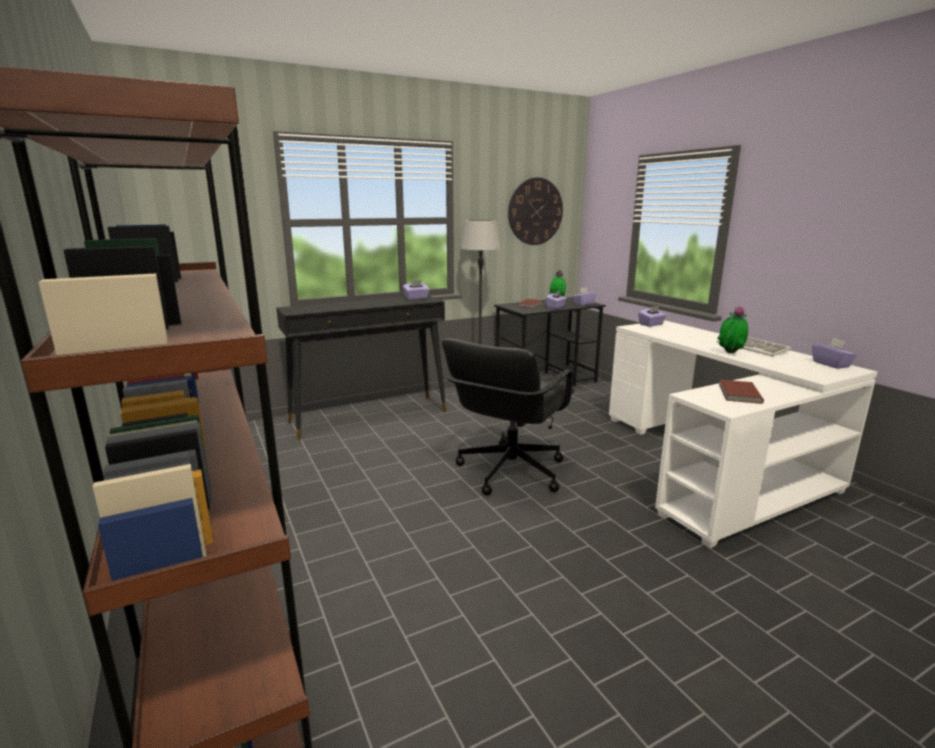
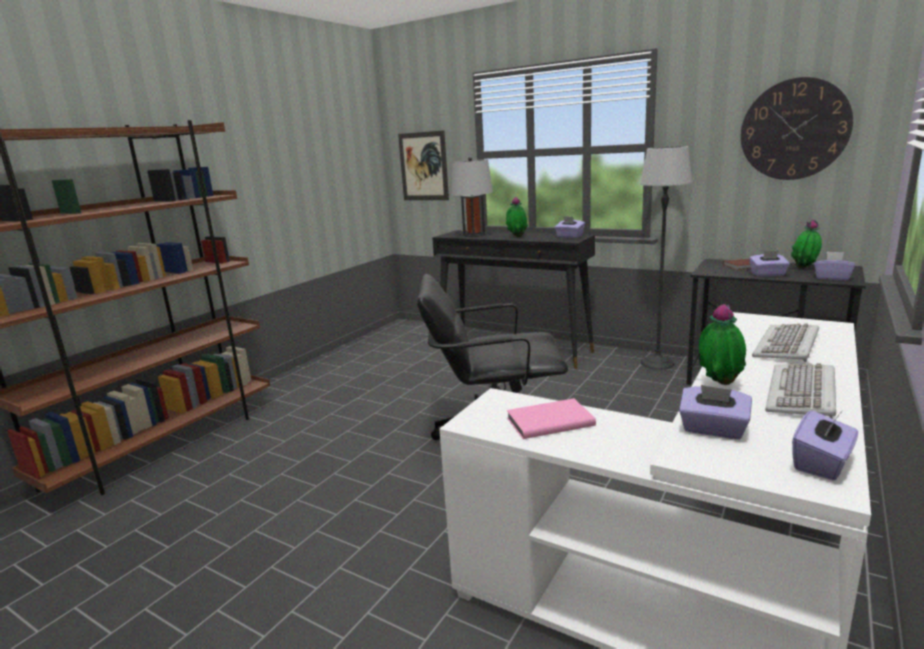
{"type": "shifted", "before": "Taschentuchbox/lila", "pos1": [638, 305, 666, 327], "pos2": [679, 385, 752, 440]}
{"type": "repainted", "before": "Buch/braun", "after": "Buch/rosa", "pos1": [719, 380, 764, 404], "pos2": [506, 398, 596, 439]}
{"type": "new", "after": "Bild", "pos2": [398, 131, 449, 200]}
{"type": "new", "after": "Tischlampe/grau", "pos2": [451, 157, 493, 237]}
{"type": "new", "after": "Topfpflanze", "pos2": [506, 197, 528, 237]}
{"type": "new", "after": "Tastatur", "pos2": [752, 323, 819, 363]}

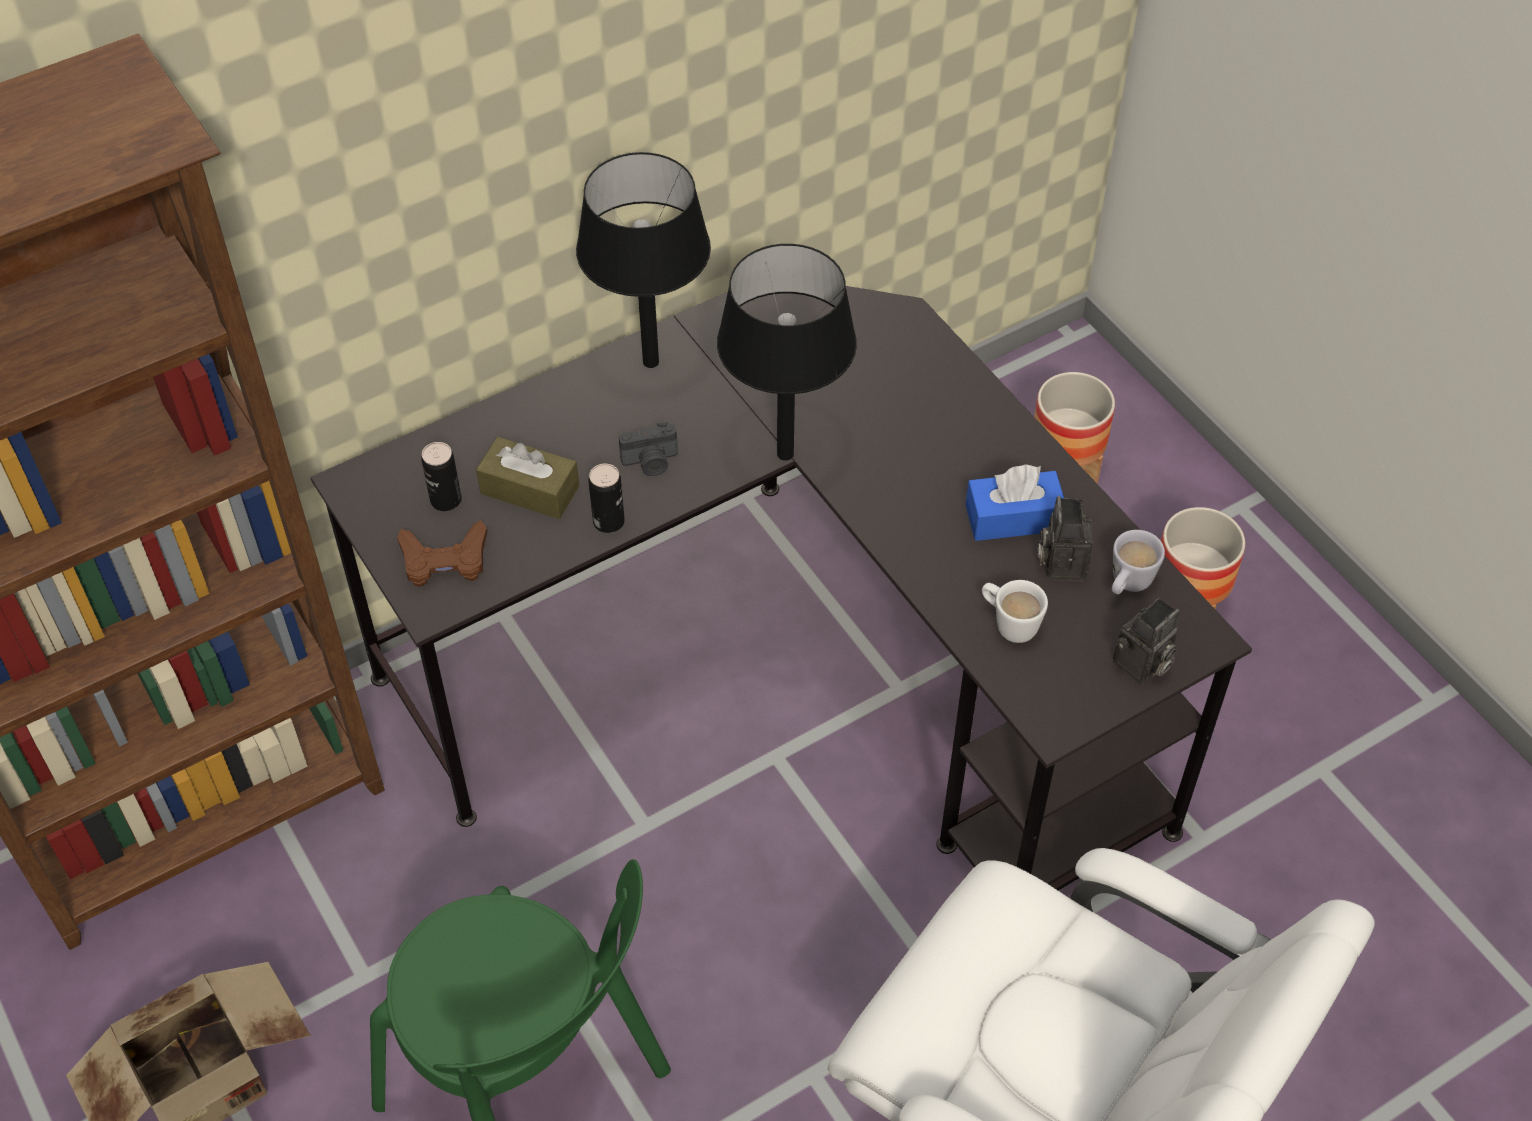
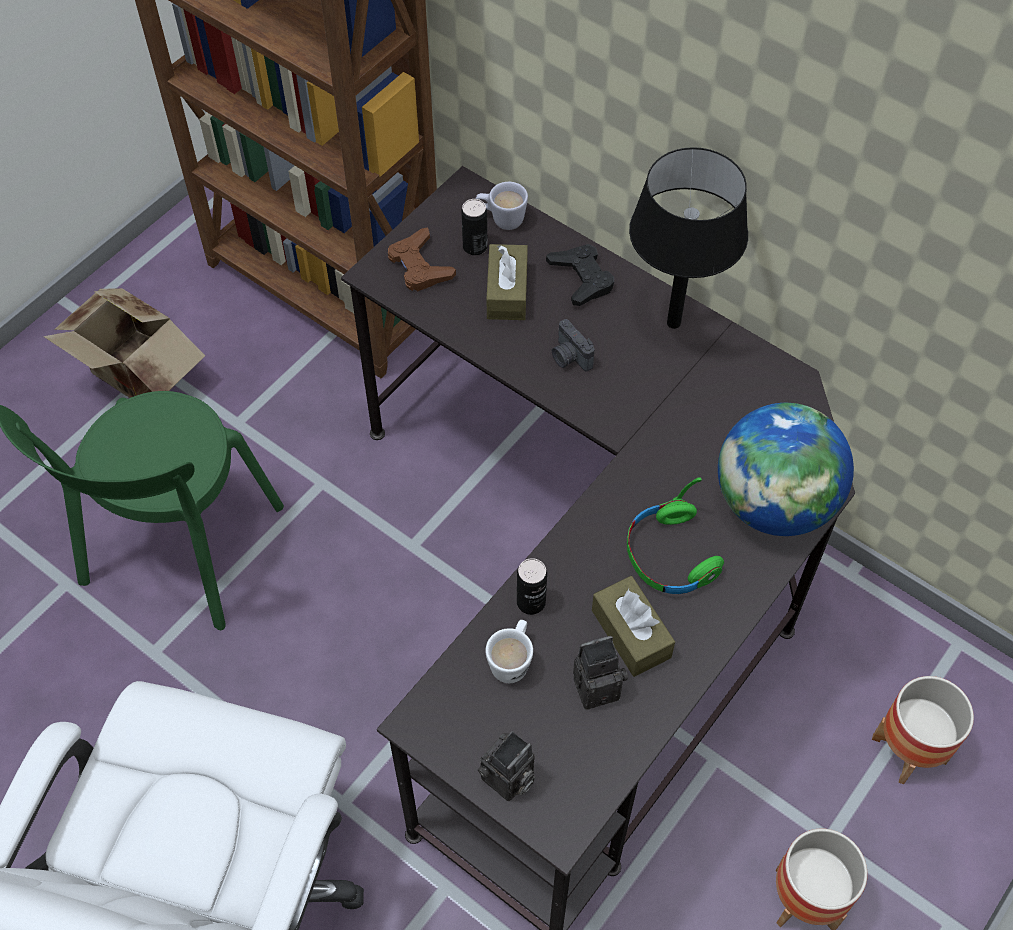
{"type": "gone", "before": "Tischlampe/schwarz", "pos1": [717, 244, 857, 461]}
{"type": "shifted", "before": "Dose", "pos1": [588, 464, 625, 533], "pos2": [517, 558, 547, 615]}
{"type": "repainted", "before": "Taschentuchbox/blau", "after": "Taschentuchbox/braun", "pos1": [965, 464, 1064, 541], "pos2": [592, 576, 675, 677]}
{"type": "shifted", "before": "Henkelbecher/weiß", "pos1": [1112, 530, 1165, 594], "pos2": [476, 182, 528, 230]}
{"type": "rotated", "before": "Kamera", "pos1": [1113, 598, 1180, 685], "pos2": [478, 731, 535, 801], "turn": -75}
{"type": "new", "after": "Gamepad/schwarz", "pos2": [546, 244, 614, 306]}
{"type": "new", "after": "Globus", "pos2": [718, 403, 854, 536]}
{"type": "new", "after": "Kopfhörer/grün", "pos2": [627, 477, 724, 594]}

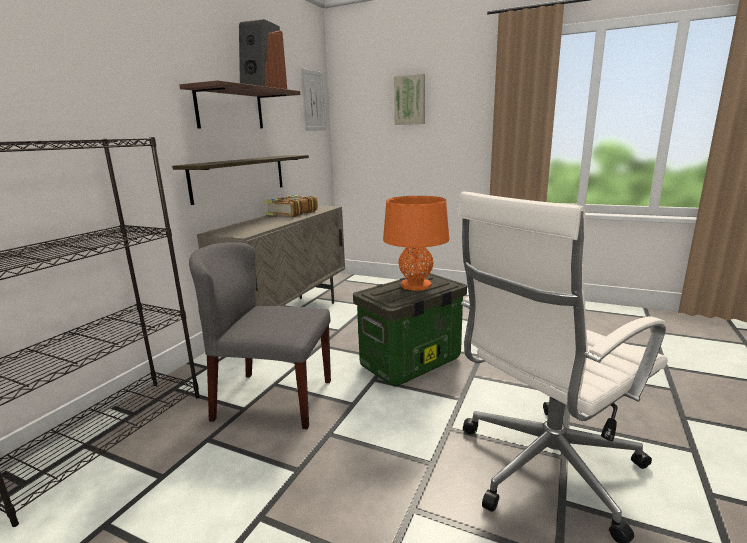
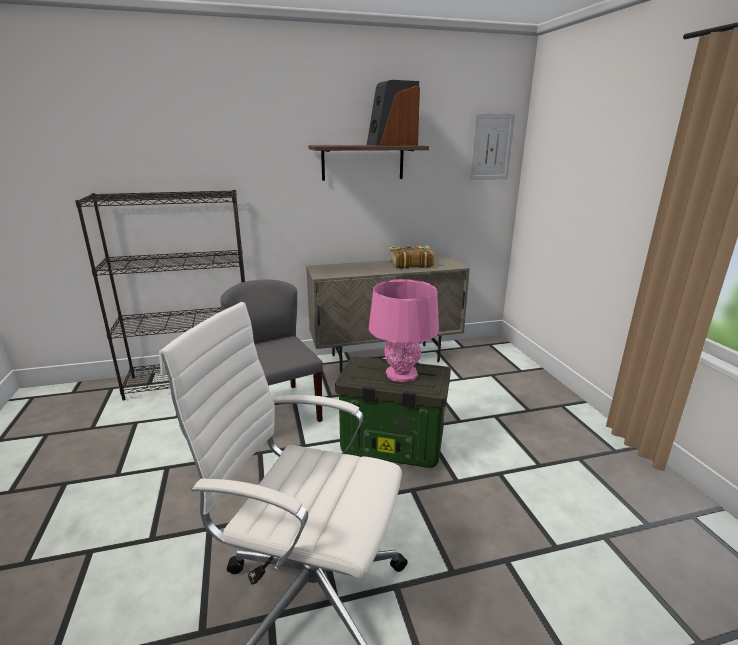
{"type": "gone", "before": "Bild", "pos1": [394, 74, 425, 125]}
{"type": "gone", "before": "Wandregal", "pos1": [172, 155, 309, 205]}
{"type": "repainted", "before": "Tischlampe/orange", "after": "Tischlampe/rosa", "pos1": [383, 196, 449, 291], "pos2": [369, 279, 439, 382]}

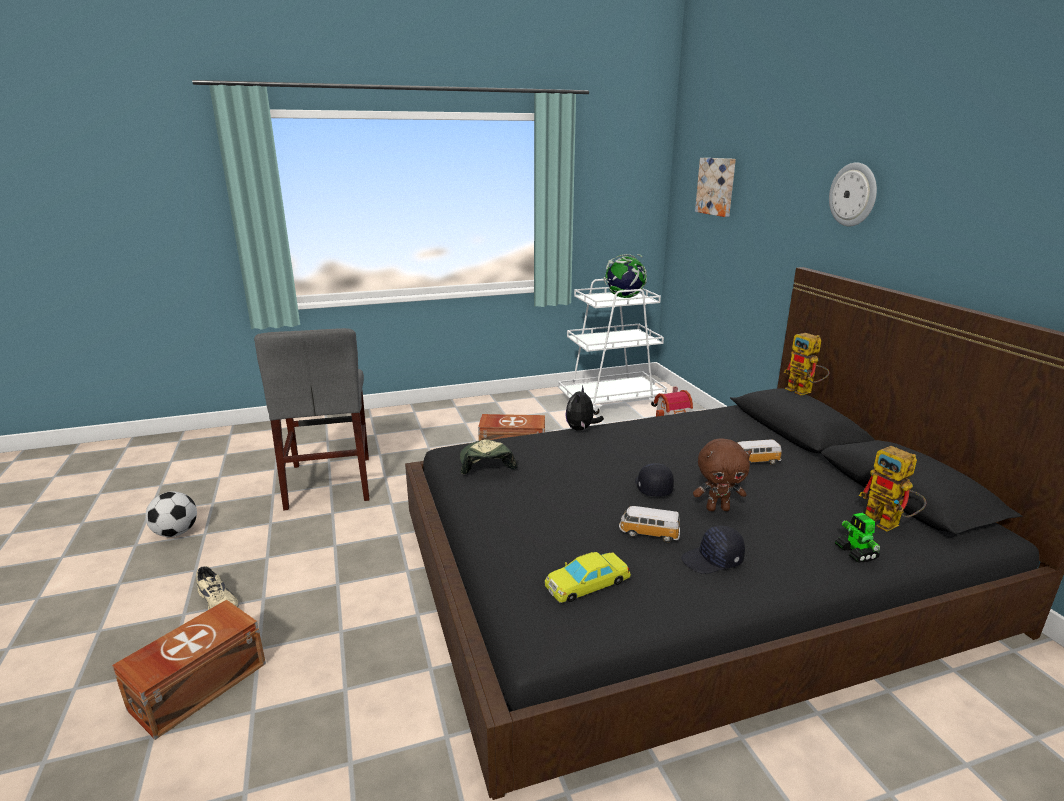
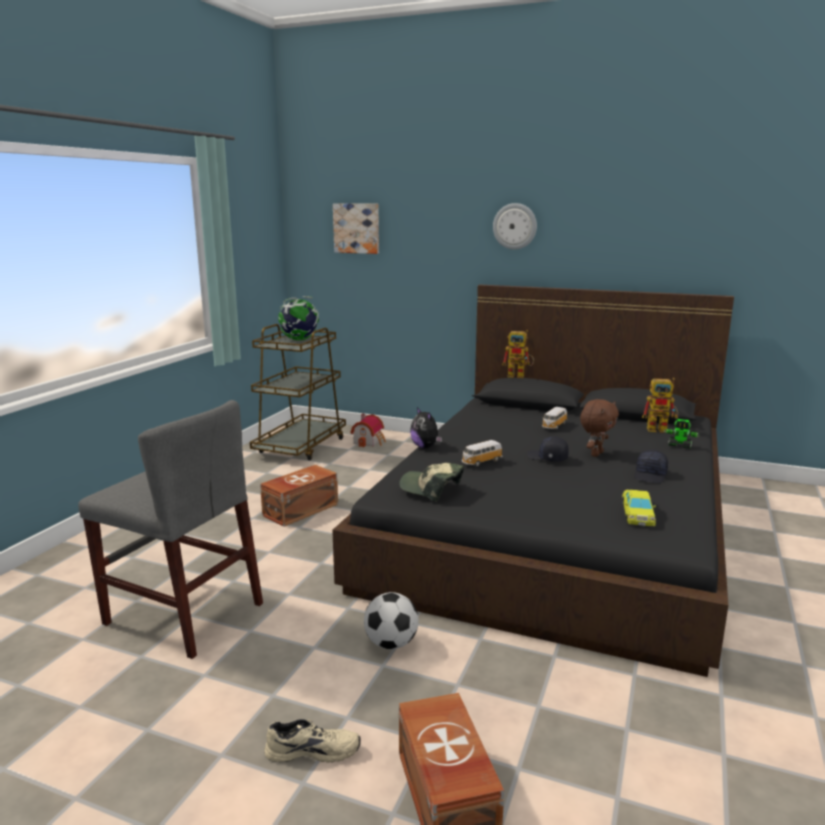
{"type": "repainted", "before": "Rollwagen/weiß", "after": "Rollwagen/braun", "pos1": [558, 279, 667, 415], "pos2": [250, 324, 346, 461]}
{"type": "shifted", "before": "Fußball", "pos1": [145, 492, 197, 537], "pos2": [364, 592, 419, 649]}
{"type": "shifted", "before": "Spielzeugauto", "pos1": [619, 506, 680, 543], "pos2": [462, 440, 502, 467]}

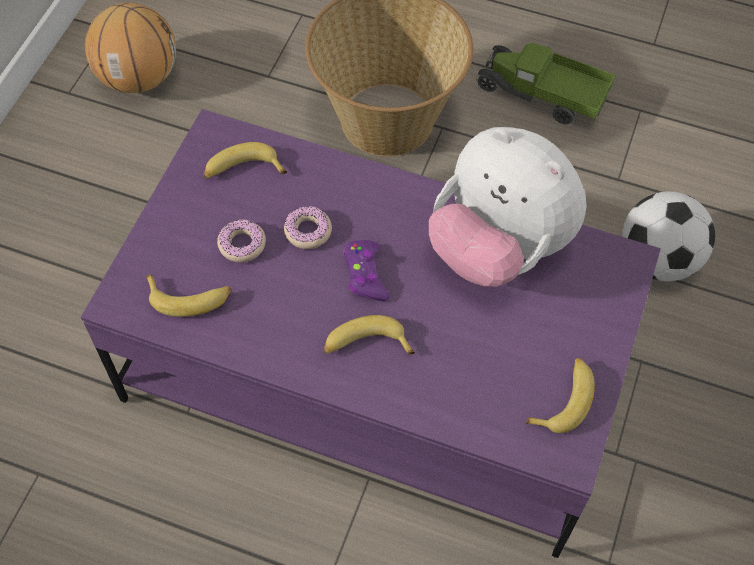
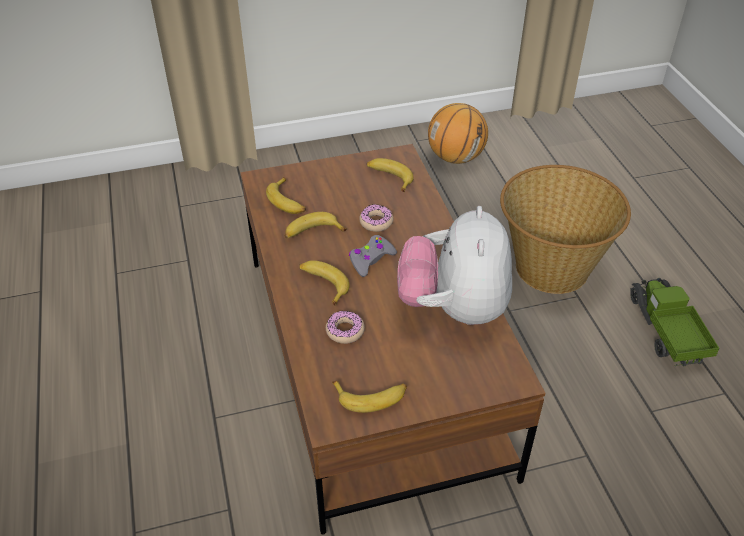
{"type": "repainted", "before": "Couchtisch/lila", "after": "Couchtisch/braun", "pos1": [81, 109, 661, 558], "pos2": [240, 144, 545, 534]}
{"type": "gone", "before": "Fußball", "pos1": [622, 191, 715, 281]}
{"type": "shifted", "before": "Donut", "pos1": [217, 219, 266, 262], "pos2": [326, 311, 365, 344]}
{"type": "repainted", "before": "Gamepad/lila", "after": "Gamepad/grau", "pos1": [344, 240, 389, 301], "pos2": [349, 235, 397, 277]}
{"type": "new", "after": "Banane", "pos2": [285, 212, 347, 239]}

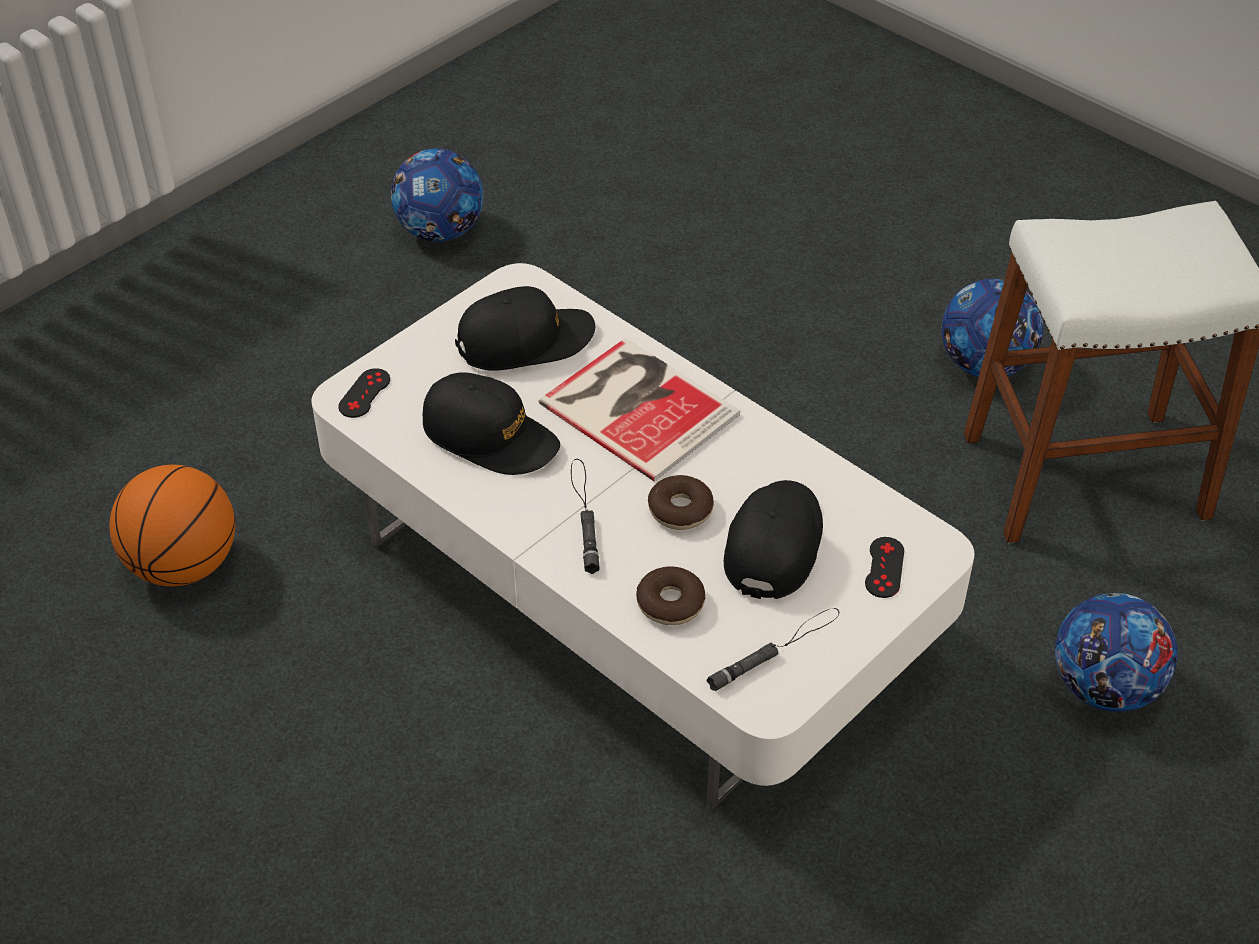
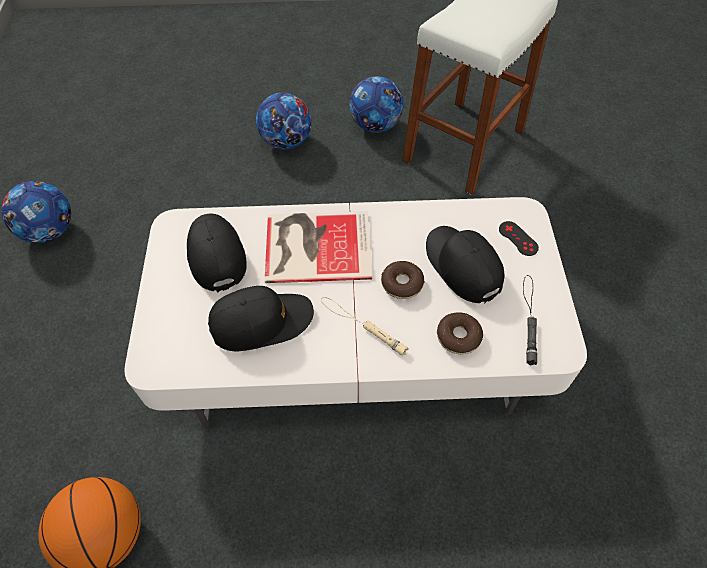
{"type": "rotated", "before": "Kappe/schwarz", "pos1": [455, 286, 595, 371], "pos2": [187, 214, 247, 292], "turn": -45}
{"type": "gone", "before": "Gamepad/schwarz", "pos1": [338, 368, 390, 418]}
{"type": "repainted", "before": "Taschenlampe/schwarz", "after": "Taschenlampe/beige", "pos1": [571, 459, 600, 574], "pos2": [321, 297, 408, 356]}
{"type": "shifted", "before": "Fußball", "pos1": [1055, 593, 1178, 712], "pos2": [256, 93, 312, 150]}

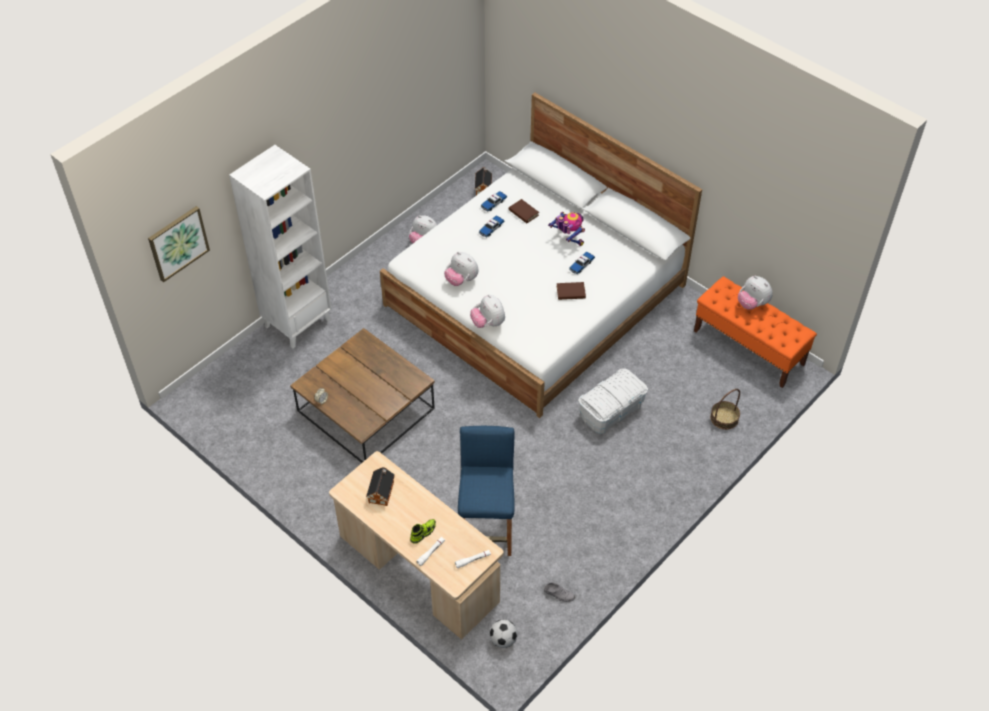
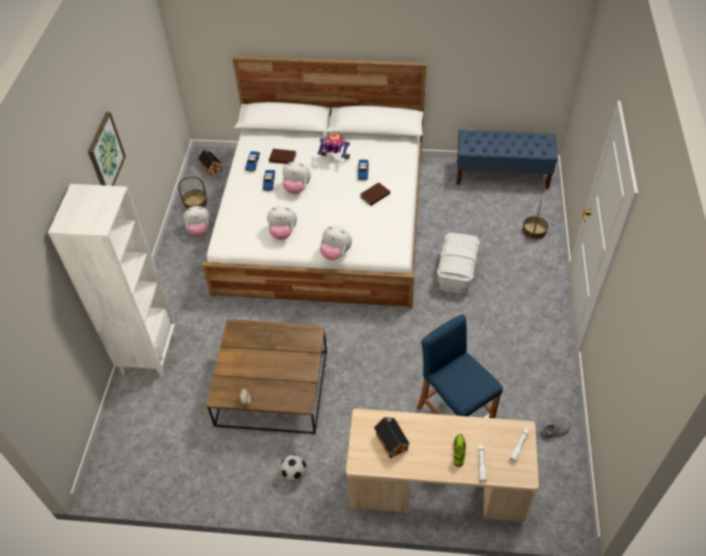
{"type": "shifted", "before": "Bild", "pos1": [148, 206, 210, 282], "pos2": [88, 112, 126, 186]}
{"type": "repainted", "before": "Bank/orange", "after": "Bank/blau", "pos1": [694, 276, 817, 388], "pos2": [457, 130, 558, 189]}
{"type": "shifted", "before": "Plüschtier", "pos1": [738, 276, 773, 310], "pos2": [282, 162, 311, 194]}
{"type": "shifted", "before": "Fußball", "pos1": [490, 619, 518, 648], "pos2": [280, 455, 306, 482]}
{"type": "new", "after": "Korb", "pos2": [178, 176, 207, 209]}

